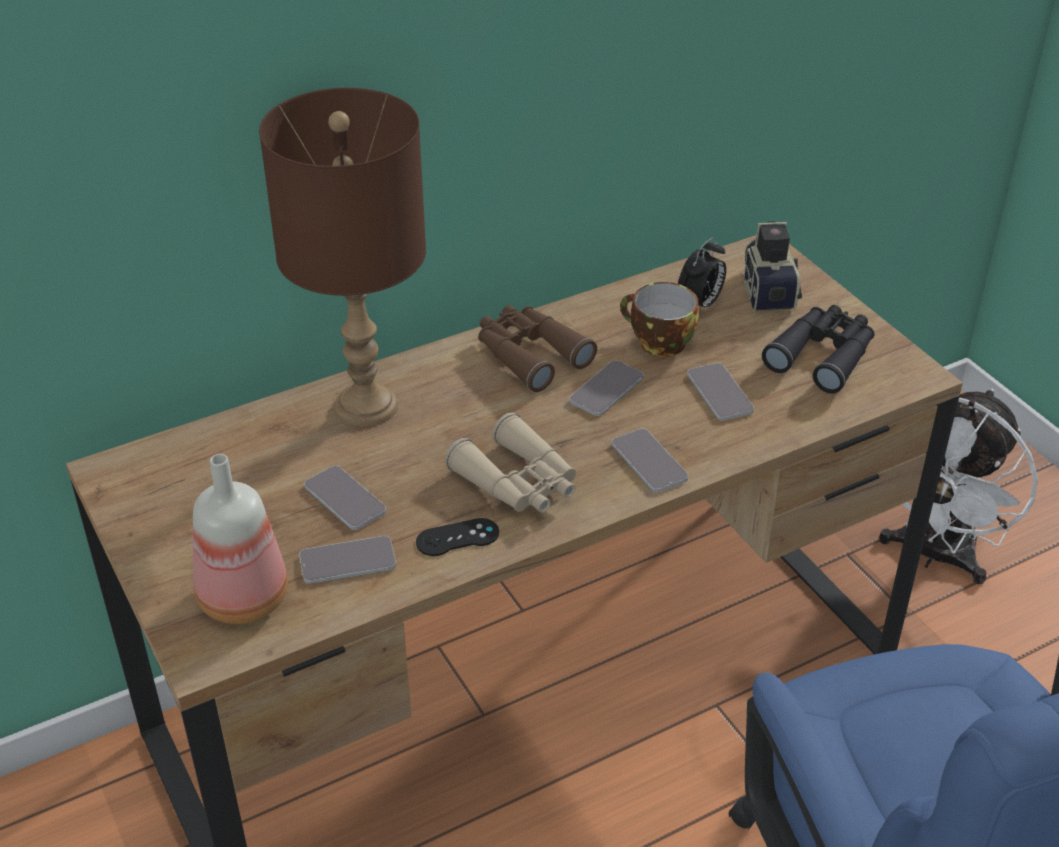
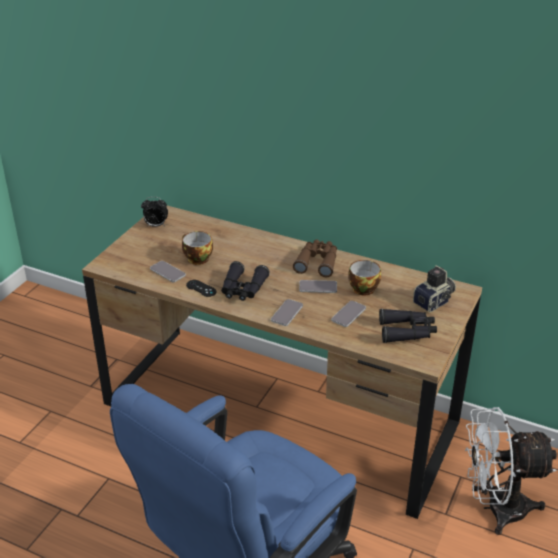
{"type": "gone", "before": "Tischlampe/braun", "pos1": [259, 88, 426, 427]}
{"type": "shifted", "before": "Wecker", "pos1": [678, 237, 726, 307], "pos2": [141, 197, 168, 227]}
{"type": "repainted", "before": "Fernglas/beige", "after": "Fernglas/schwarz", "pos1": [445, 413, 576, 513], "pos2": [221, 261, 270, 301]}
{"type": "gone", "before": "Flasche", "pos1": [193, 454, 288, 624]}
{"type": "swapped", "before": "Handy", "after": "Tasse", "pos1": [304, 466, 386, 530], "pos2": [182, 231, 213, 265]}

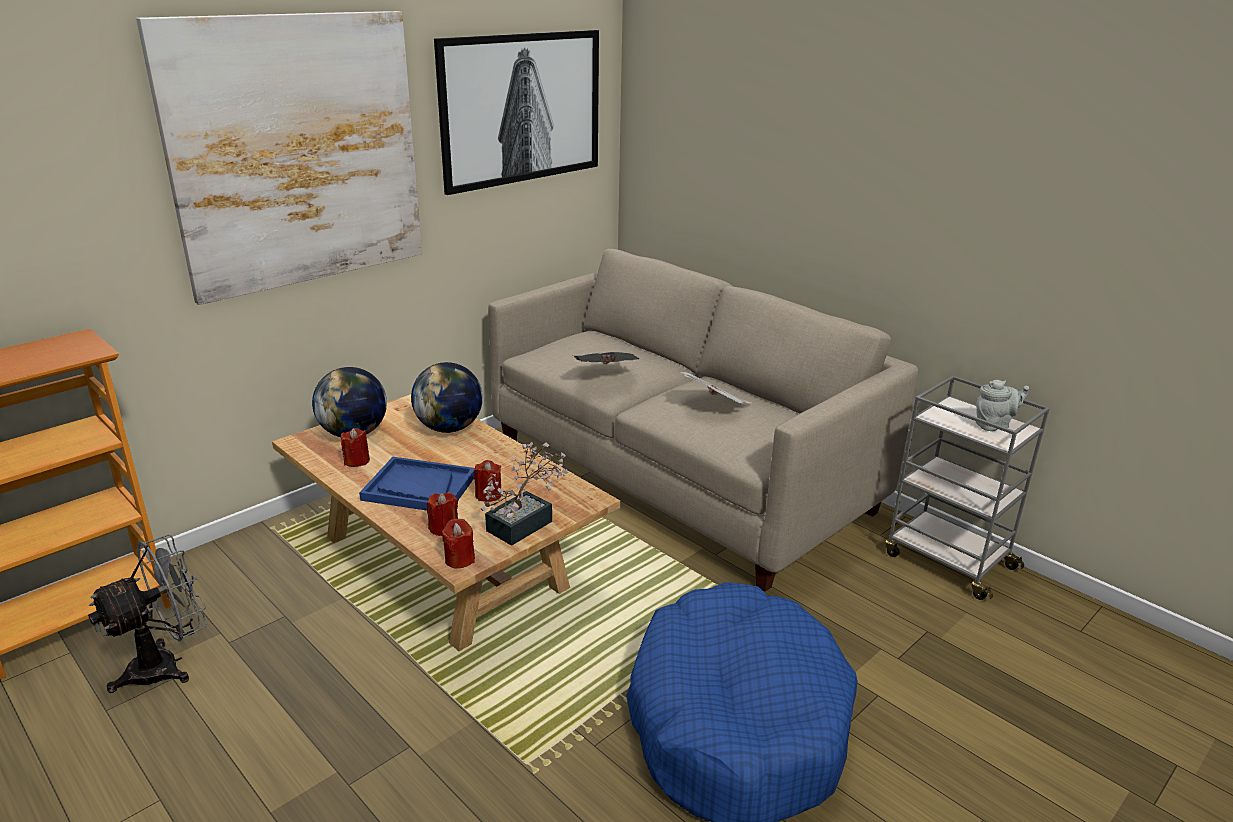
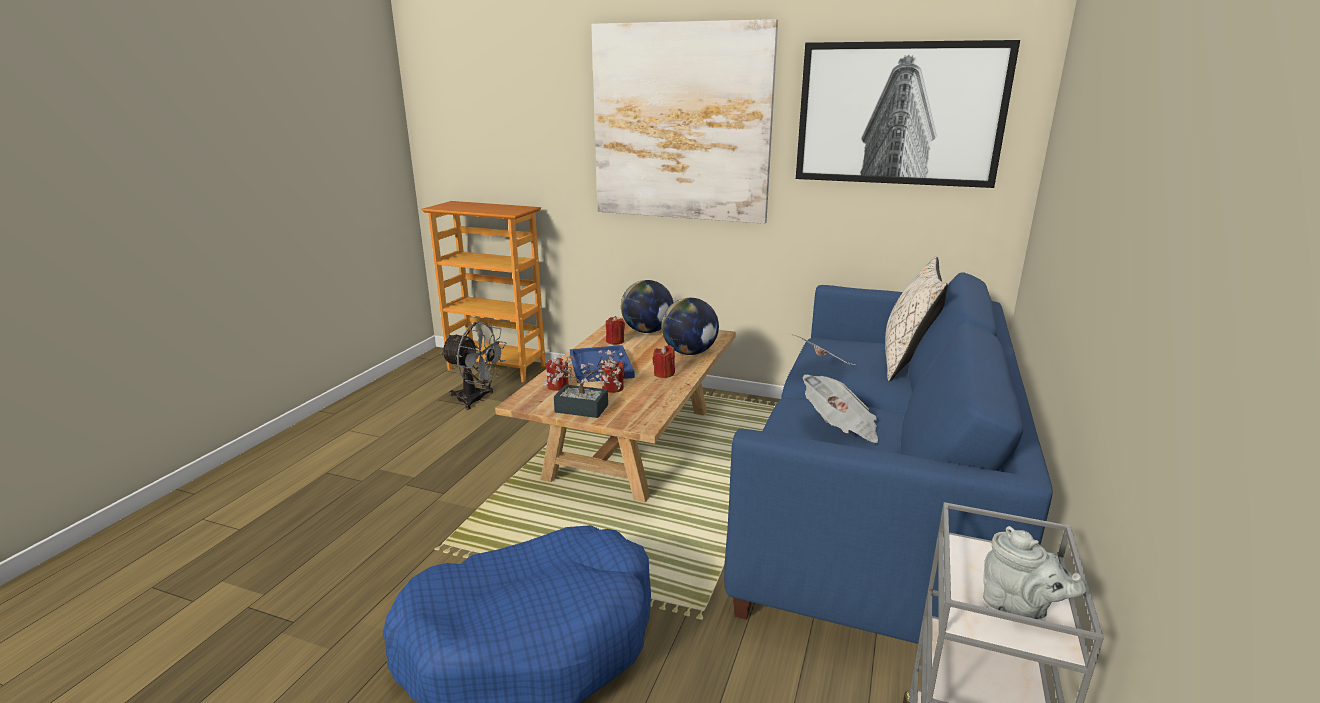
{"type": "repainted", "before": "Sofa/beige", "after": "Sofa/blau", "pos1": [488, 249, 918, 592], "pos2": [724, 273, 1052, 644]}
{"type": "shifted", "before": "Kerze/rot", "pos1": [441, 519, 475, 568], "pos2": [652, 345, 675, 378]}
{"type": "new", "after": "Kissen/beige", "pos2": [885, 256, 948, 381]}

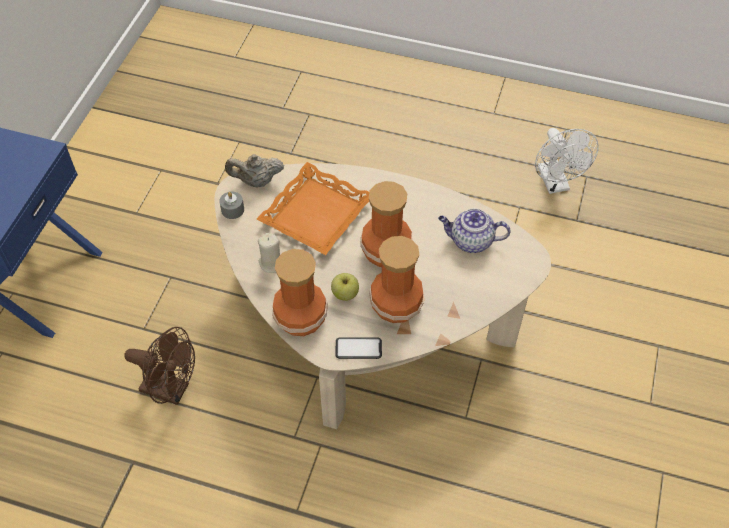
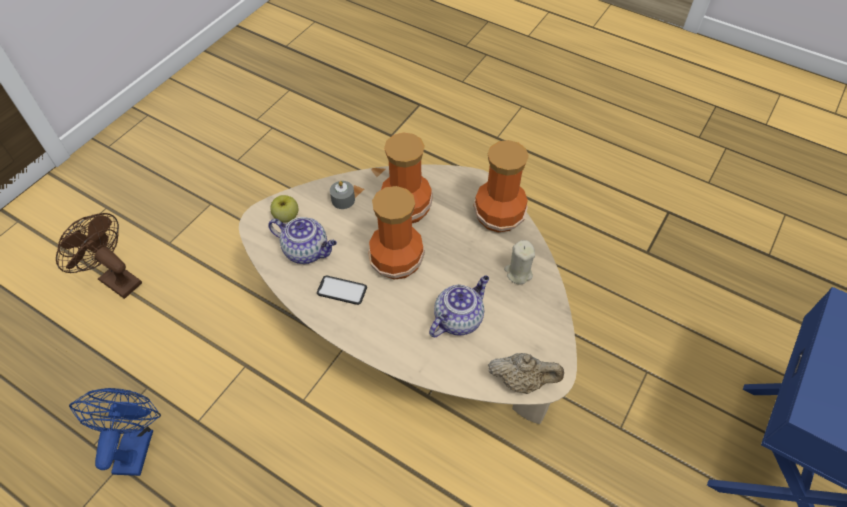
{"type": "repainted", "before": "Ventilator/weiß", "after": "Ventilator/blau", "pos1": [535, 128, 599, 194], "pos2": [69, 388, 161, 476]}
{"type": "swapped", "before": "Tablett/orange", "after": "Teekanne", "pos1": [256, 162, 369, 255], "pos2": [429, 275, 489, 337]}
{"type": "shifted", "before": "Kerze/grau", "pos1": [219, 192, 244, 219], "pos2": [330, 181, 355, 209]}
{"type": "shifted", "before": "Apfel", "pos1": [331, 273, 359, 301], "pos2": [270, 195, 299, 223]}
{"type": "shifted", "before": "Ventilator/braun", "pos1": [124, 327, 195, 405], "pos2": [56, 213, 142, 299]}
{"type": "shifted", "before": "Handy", "pos1": [335, 338, 382, 359], "pos2": [317, 276, 367, 305]}

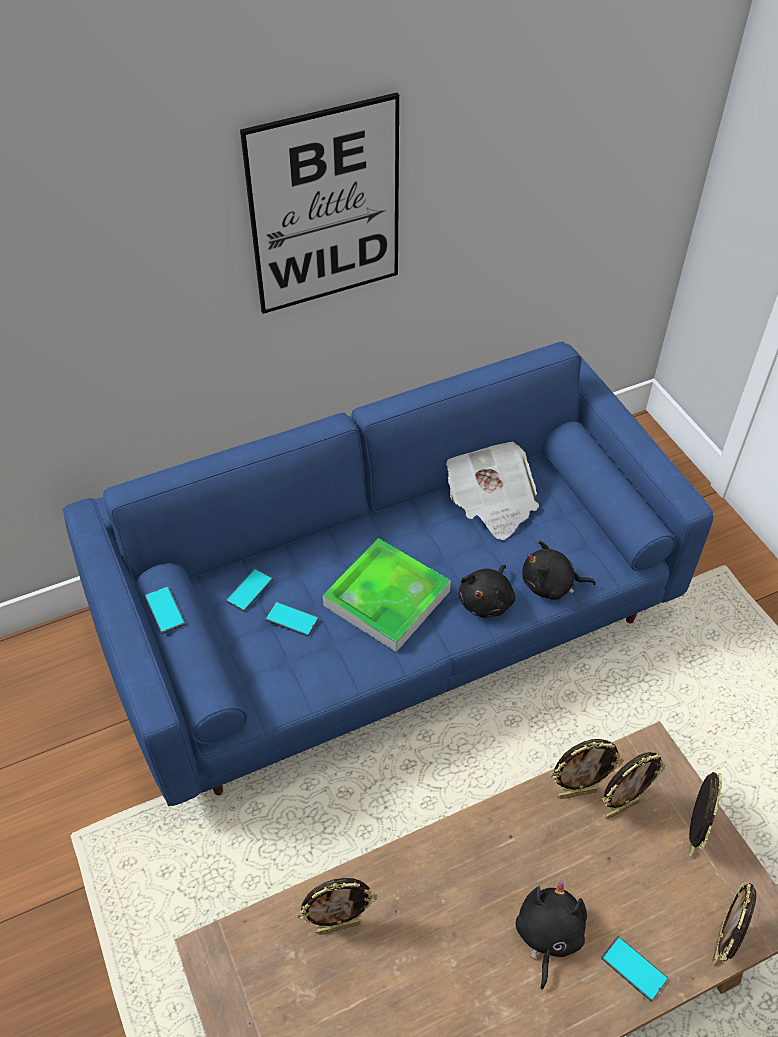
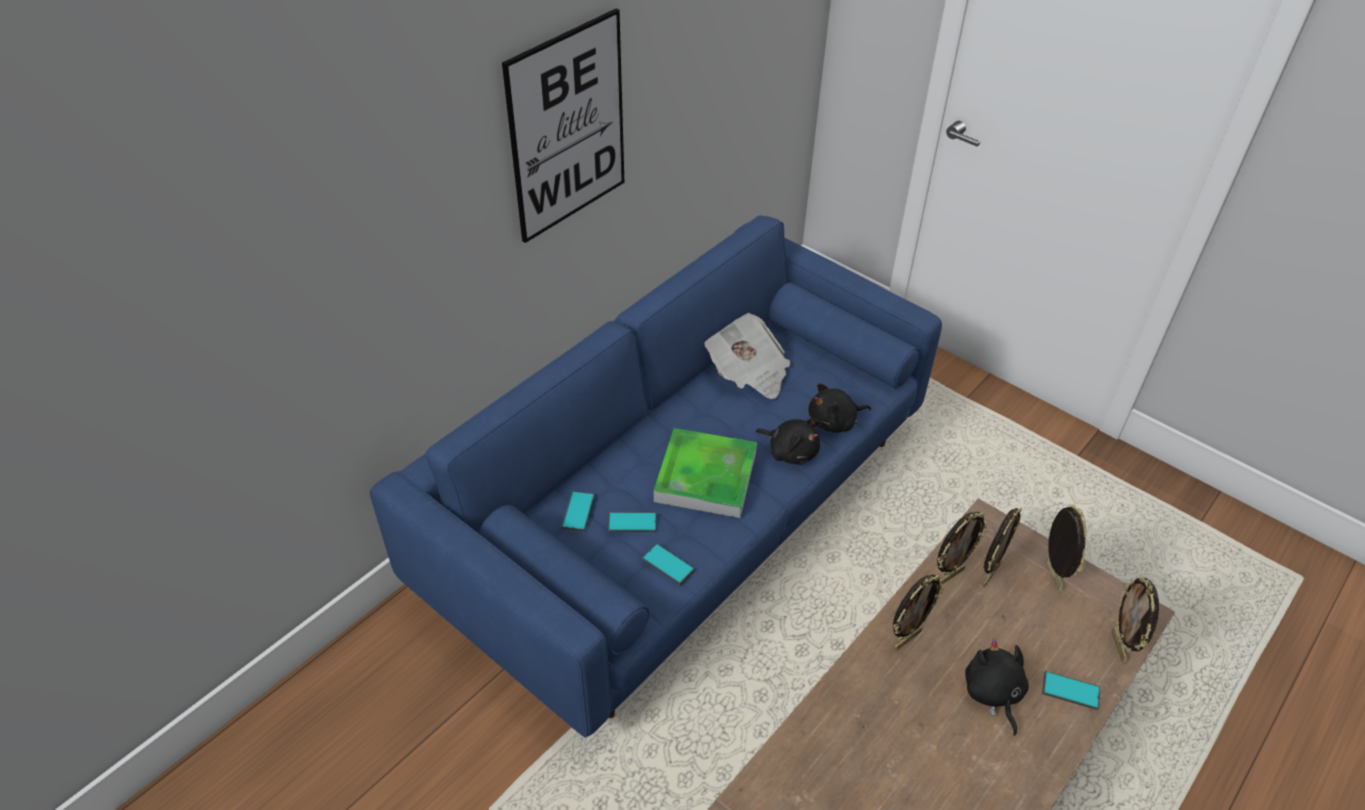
{"type": "rotated", "before": "Plüschtier/schwarz", "pos1": [459, 565, 515, 618], "pos2": [756, 419, 820, 465], "turn": -60}
{"type": "shifted", "before": "Handy", "pos1": [145, 586, 186, 634], "pos2": [642, 544, 695, 585]}
{"type": "shifted", "before": "Bilderrahmen", "pos1": [297, 878, 378, 935], "pos2": [893, 575, 943, 651]}

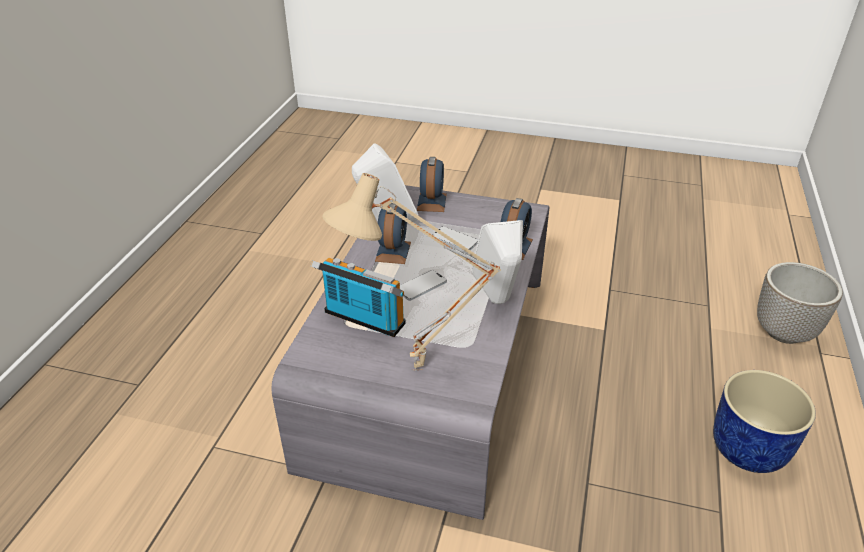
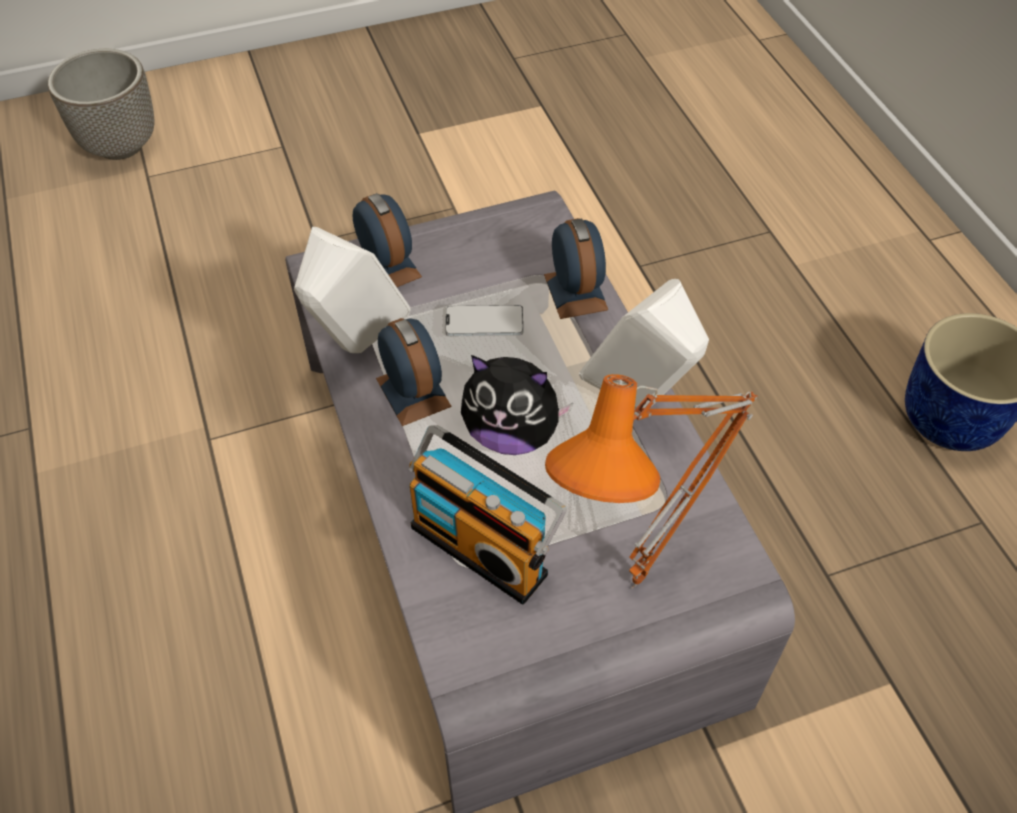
{"type": "repainted", "before": "Tischlampe/beige", "after": "Tischlampe/orange", "pos1": [322, 173, 501, 371], "pos2": [545, 374, 758, 589]}
{"type": "rotated", "before": "Radio", "pos1": [310, 258, 406, 337], "pos2": [409, 425, 567, 605], "turn": -135}
{"type": "shifted", "before": "Pflanzkübel", "pos1": [757, 262, 843, 344], "pos2": [48, 49, 155, 160]}
{"type": "swapped", "before": "Handy", "after": "Plüschtier", "pos1": [400, 270, 447, 301], "pos2": [461, 355, 574, 455]}

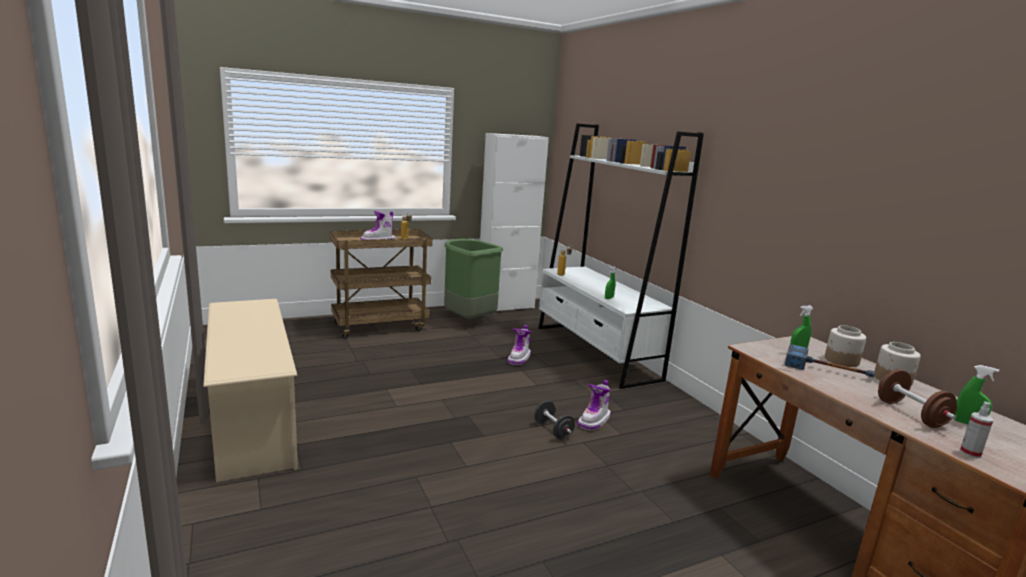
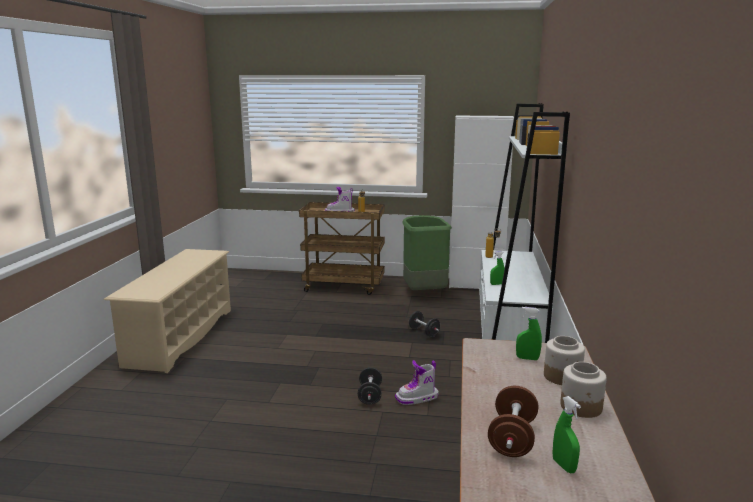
{"type": "swapped", "before": "Stiefel", "after": "Hantel/schwarz", "pos1": [507, 325, 531, 365], "pos2": [409, 311, 440, 337]}
{"type": "gone", "before": "Hammer", "pos1": [785, 344, 874, 378]}
{"type": "gone", "before": "Sprühflasche", "pos1": [960, 402, 993, 458]}

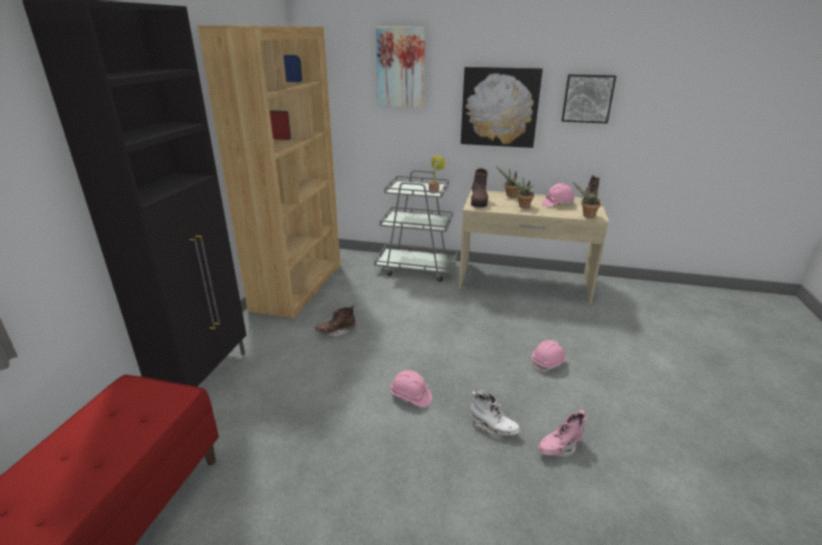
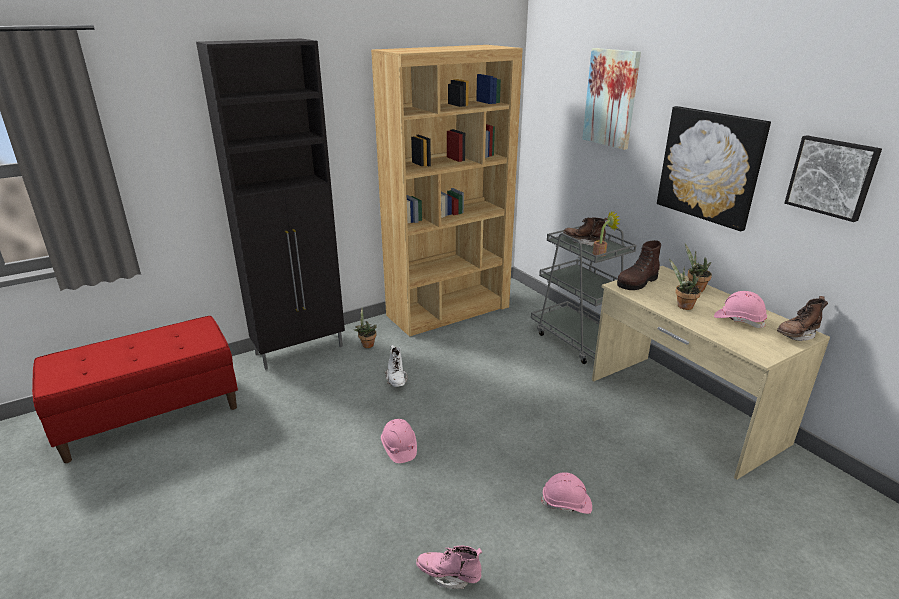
{"type": "shifted", "before": "Topfpflanze", "pos1": [573, 182, 601, 218], "pos2": [355, 308, 377, 348]}
{"type": "shifted", "before": "Stiefel/braun", "pos1": [315, 306, 356, 336], "pos2": [563, 218, 608, 246]}
{"type": "shifted", "before": "Stiefel/weiß", "pos1": [470, 390, 521, 437], "pos2": [385, 345, 408, 387]}

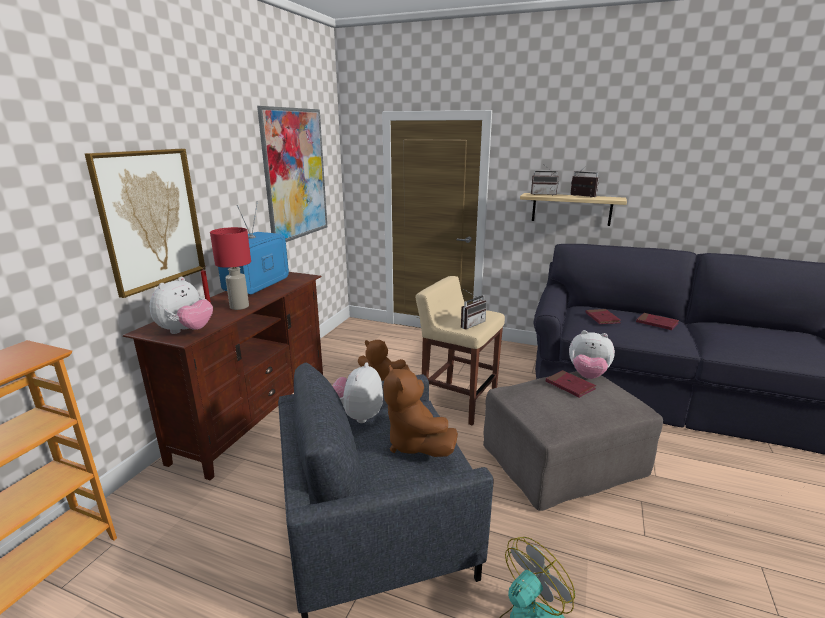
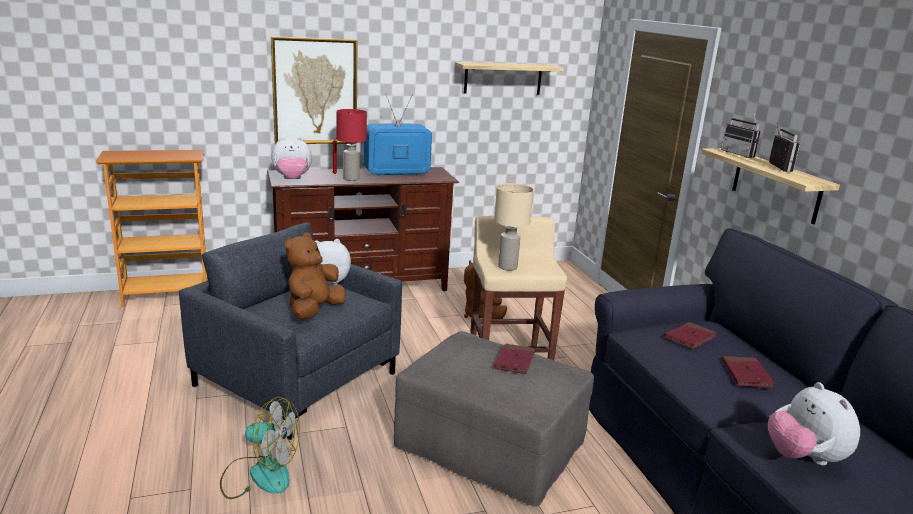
{"type": "swapped", "before": "Bild", "after": "Wandregal", "pos1": [257, 106, 327, 242], "pos2": [455, 62, 564, 95]}
{"type": "swapped", "before": "Radio", "after": "Tischlampe/beige", "pos1": [461, 290, 487, 329], "pos2": [494, 183, 534, 271]}
{"type": "shifted", "before": "Plüschtier", "pos1": [569, 330, 615, 379], "pos2": [768, 382, 860, 466]}

